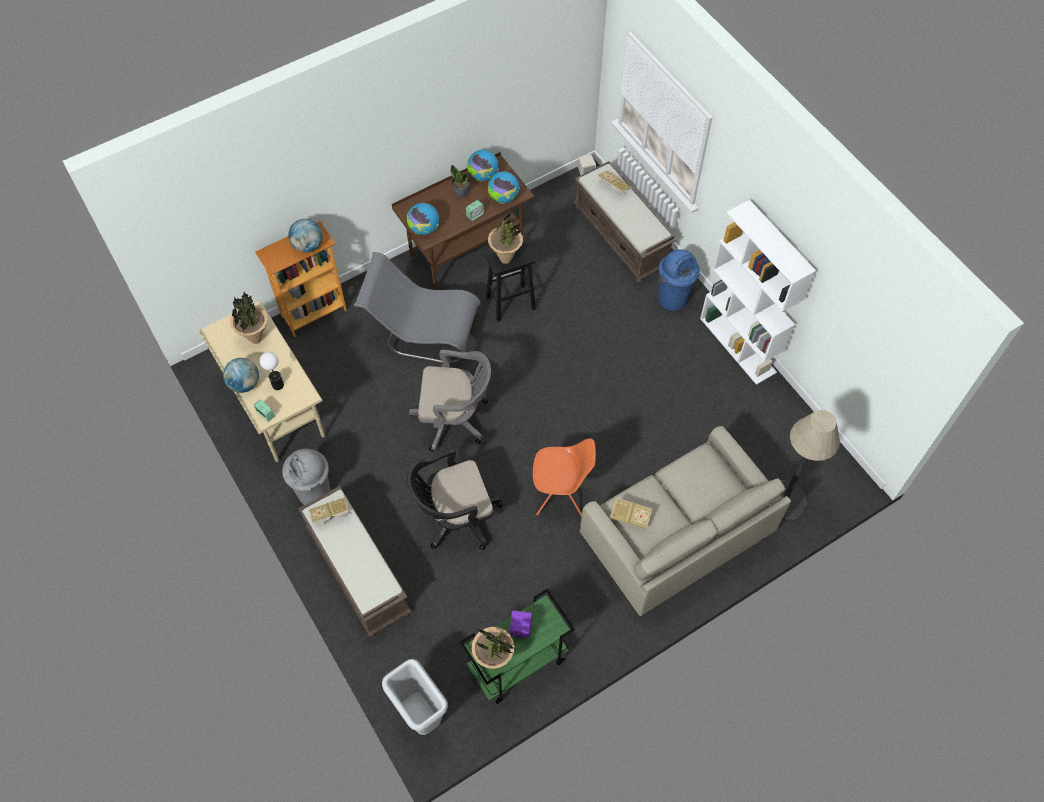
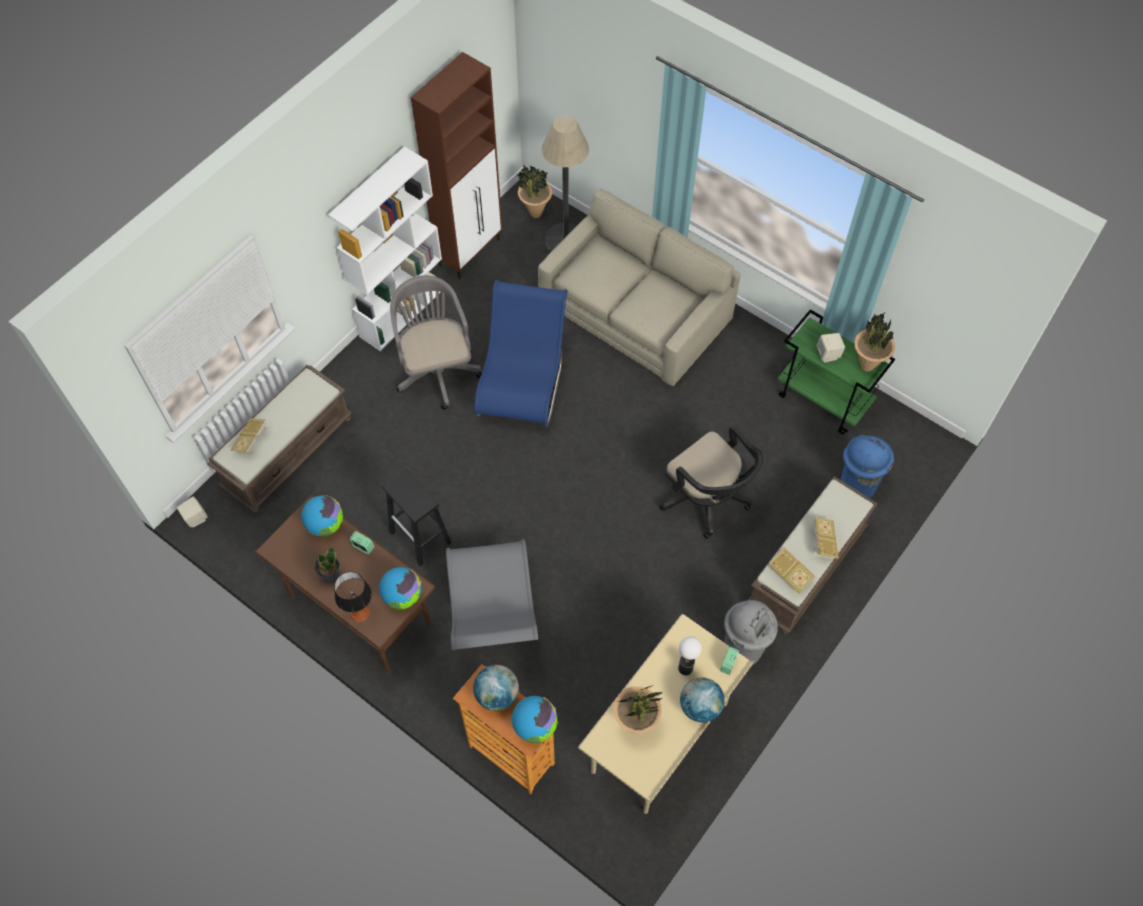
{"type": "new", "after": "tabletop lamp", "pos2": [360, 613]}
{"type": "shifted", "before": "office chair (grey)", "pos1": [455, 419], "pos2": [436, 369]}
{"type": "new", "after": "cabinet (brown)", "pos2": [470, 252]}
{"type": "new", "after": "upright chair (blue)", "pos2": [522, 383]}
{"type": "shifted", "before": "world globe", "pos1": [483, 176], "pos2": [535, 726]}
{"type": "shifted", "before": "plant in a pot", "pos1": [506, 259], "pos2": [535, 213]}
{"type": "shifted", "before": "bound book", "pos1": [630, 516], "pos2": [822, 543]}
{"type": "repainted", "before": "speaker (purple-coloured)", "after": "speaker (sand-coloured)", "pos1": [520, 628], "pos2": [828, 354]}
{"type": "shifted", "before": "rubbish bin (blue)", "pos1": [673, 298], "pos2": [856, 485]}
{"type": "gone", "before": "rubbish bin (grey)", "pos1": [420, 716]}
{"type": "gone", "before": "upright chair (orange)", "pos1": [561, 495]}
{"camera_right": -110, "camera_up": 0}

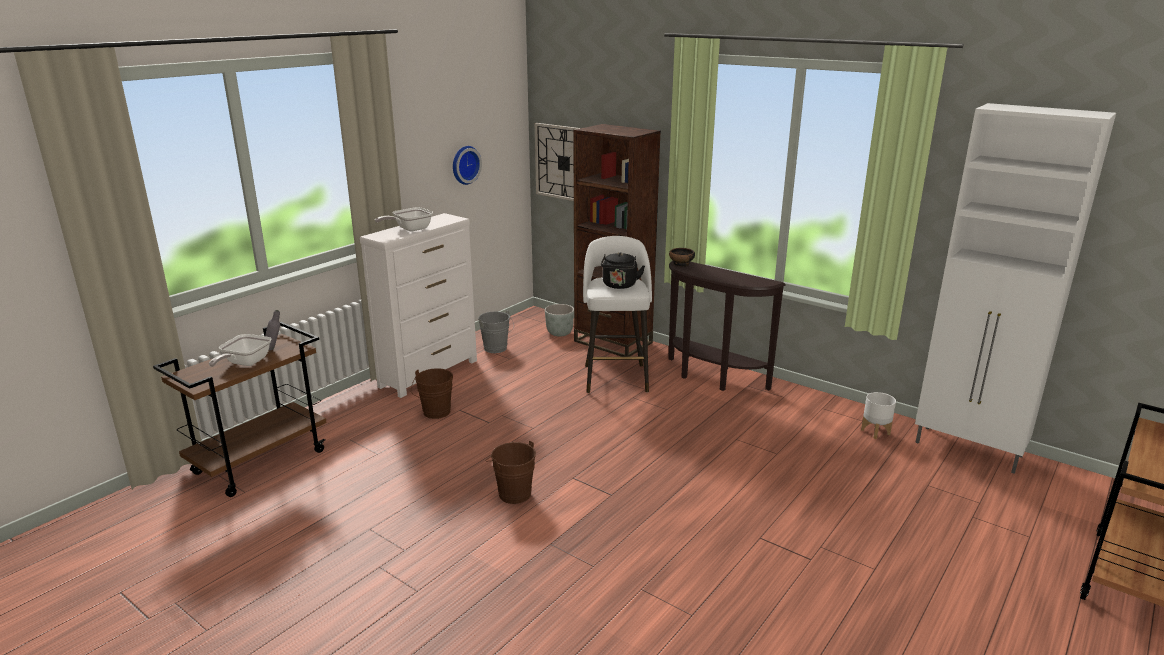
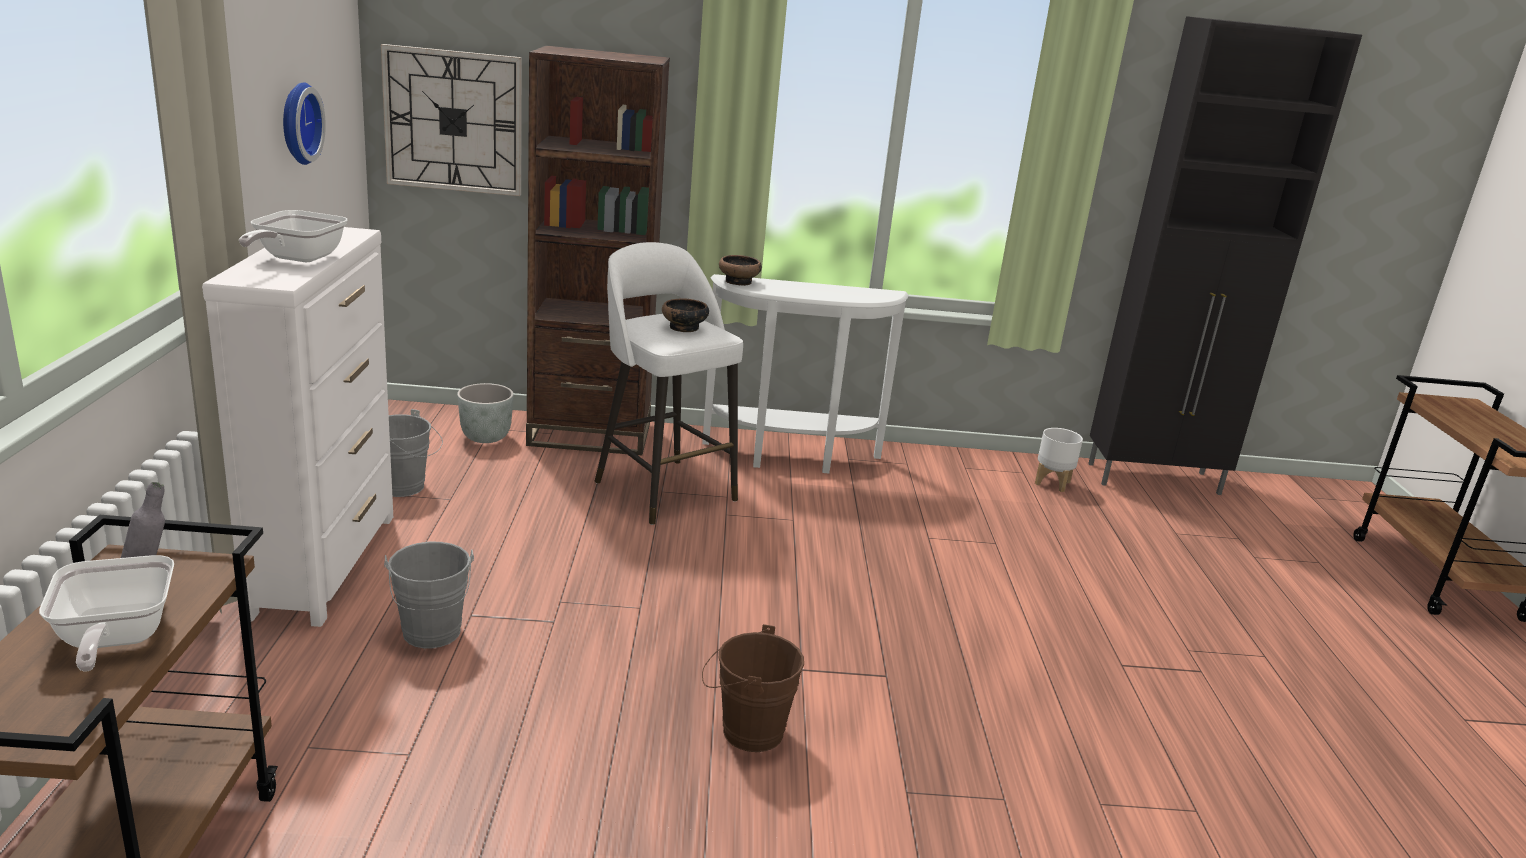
{"type": "repainted", "before": "water bucket (brown)", "after": "water bucket (grey)", "pos1": [435, 413], "pos2": [432, 636]}
{"type": "swapped", "before": "tea kettle (black-coloured)", "after": "serving bowl", "pos1": [619, 286], "pos2": [684, 328]}
{"type": "repainted", "before": "narrow table (brown)", "after": "narrow table (whitish)", "pos1": [711, 378], "pos2": [792, 459]}
{"type": "repainted", "before": "cabinet (whitish)", "after": "cabinet (black-coloured)", "pos1": [969, 450], "pos2": [1155, 479]}
{"camera_right": -40, "camera_up": 0}

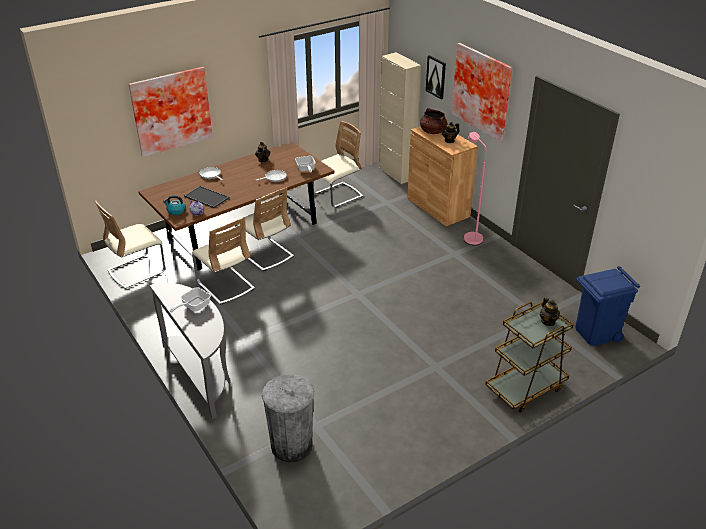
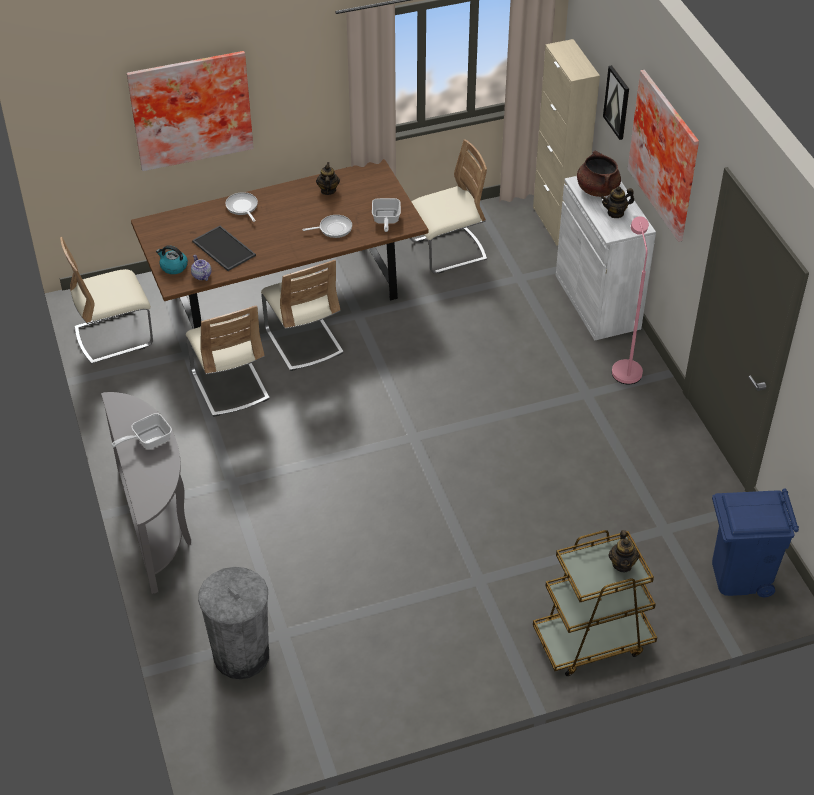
{"type": "repainted", "before": "cabinet (brown)", "after": "cabinet (whitish)", "pos1": [438, 207], "pos2": [597, 302]}
{"camera_right": 15, "camera_up": 10}

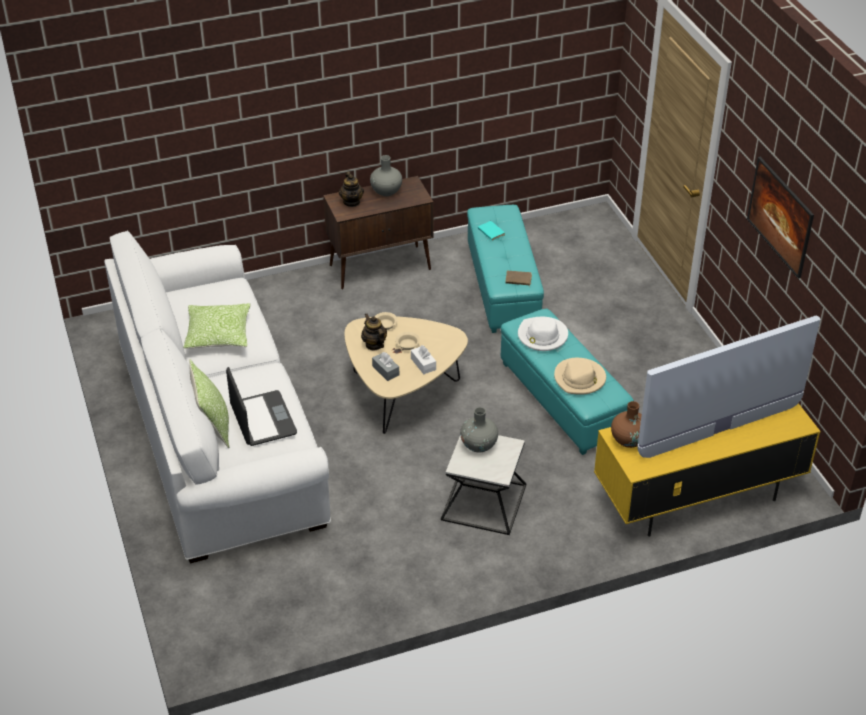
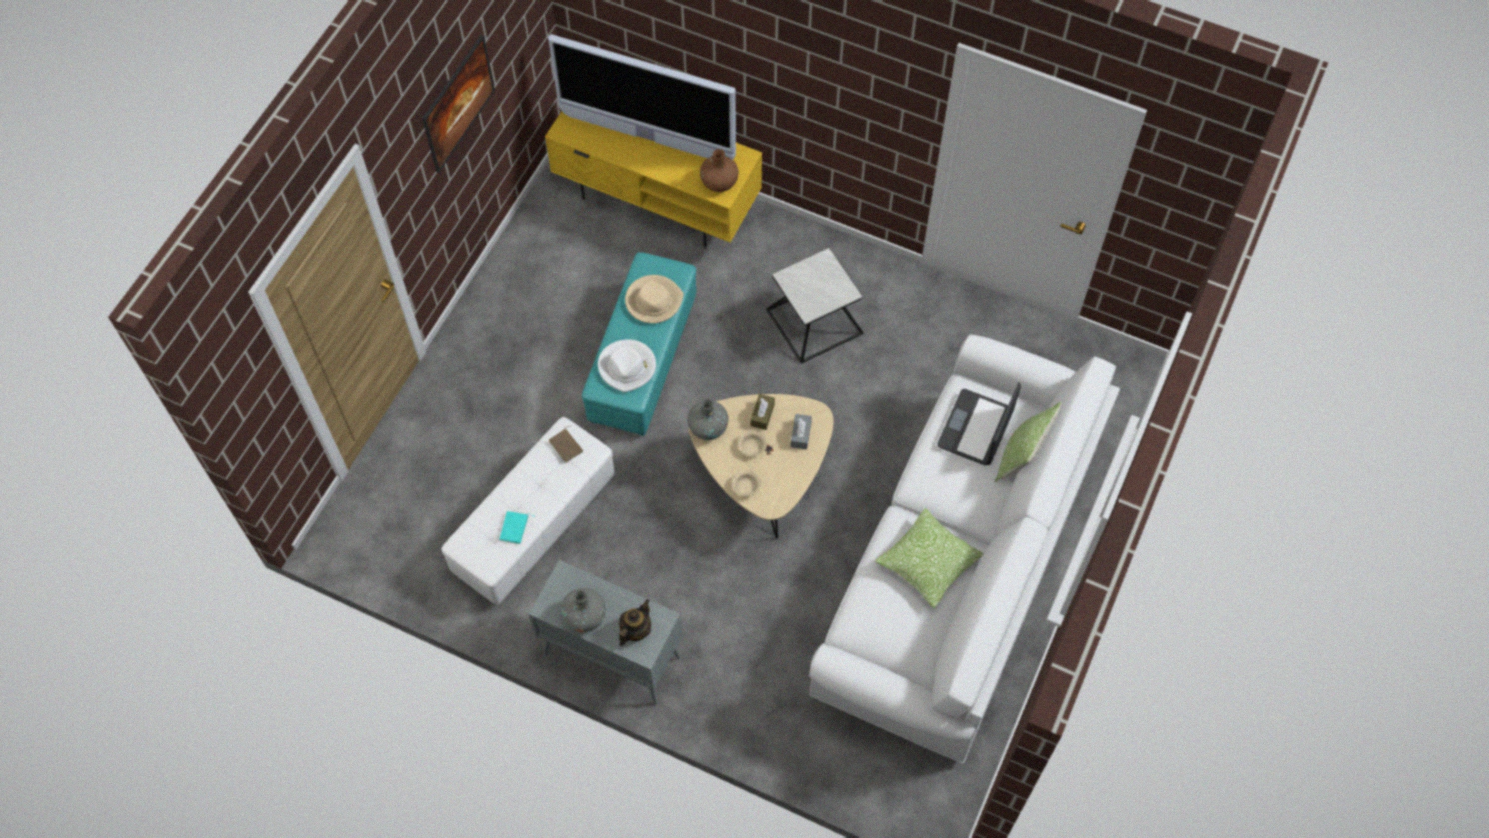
{"type": "repainted", "before": "ottoman (blue-green)", "after": "ottoman (whitish)", "pos1": [503, 287], "pos2": [534, 523]}
{"type": "repainted", "before": "cabinet (brown)", "after": "cabinet (grey)", "pos1": [381, 267], "pos2": [611, 655]}
{"type": "shifted", "before": "flower vase (grey)", "pos1": [479, 445], "pos2": [708, 428]}
{"type": "repainted", "before": "tissue holder (whitish)", "after": "tissue holder (brown)", "pos1": [423, 364], "pos2": [762, 415]}
{"type": "gone", "before": "tea pot", "pos1": [374, 344]}
{"camera_right": -135, "camera_up": 20}

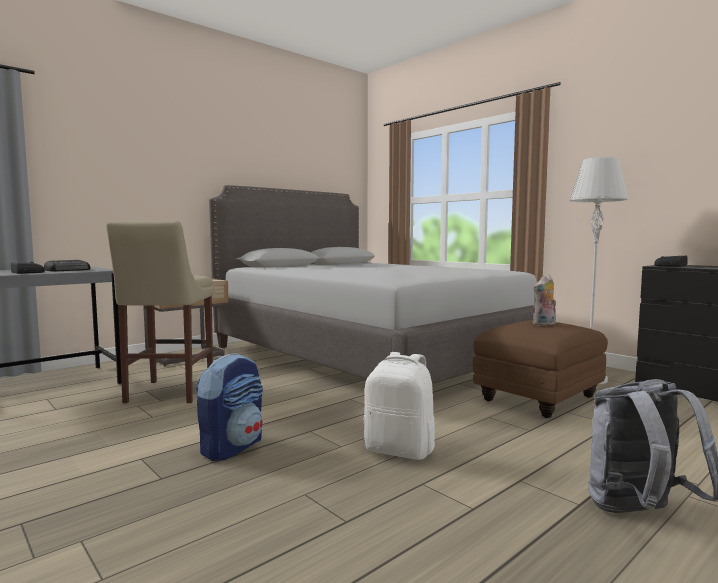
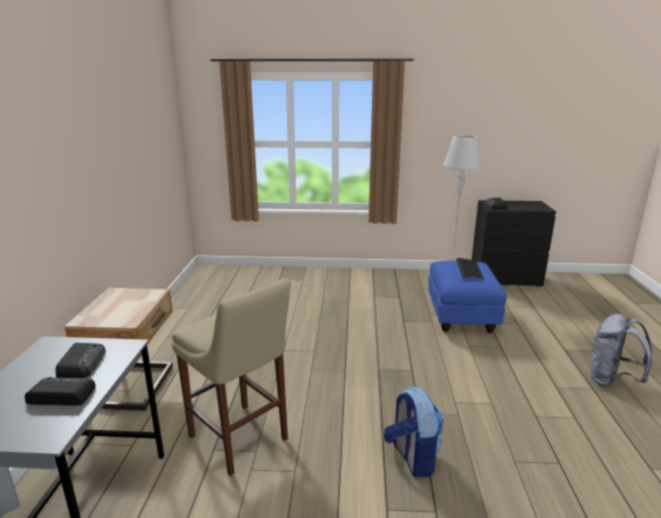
{"type": "repainted", "before": "ottoman (brown)", "after": "ottoman (blue)", "pos1": [539, 398], "pos2": [461, 316]}
{"type": "swapped", "before": "plush toy", "after": "PC keyboard", "pos1": [544, 324], "pos2": [468, 269]}
{"type": "gone", "before": "bed (grey)", "pos1": [370, 354]}
{"type": "gone", "before": "knapsack (whitish)", "pos1": [400, 450]}
{"camera_right": -45, "camera_up": 15}

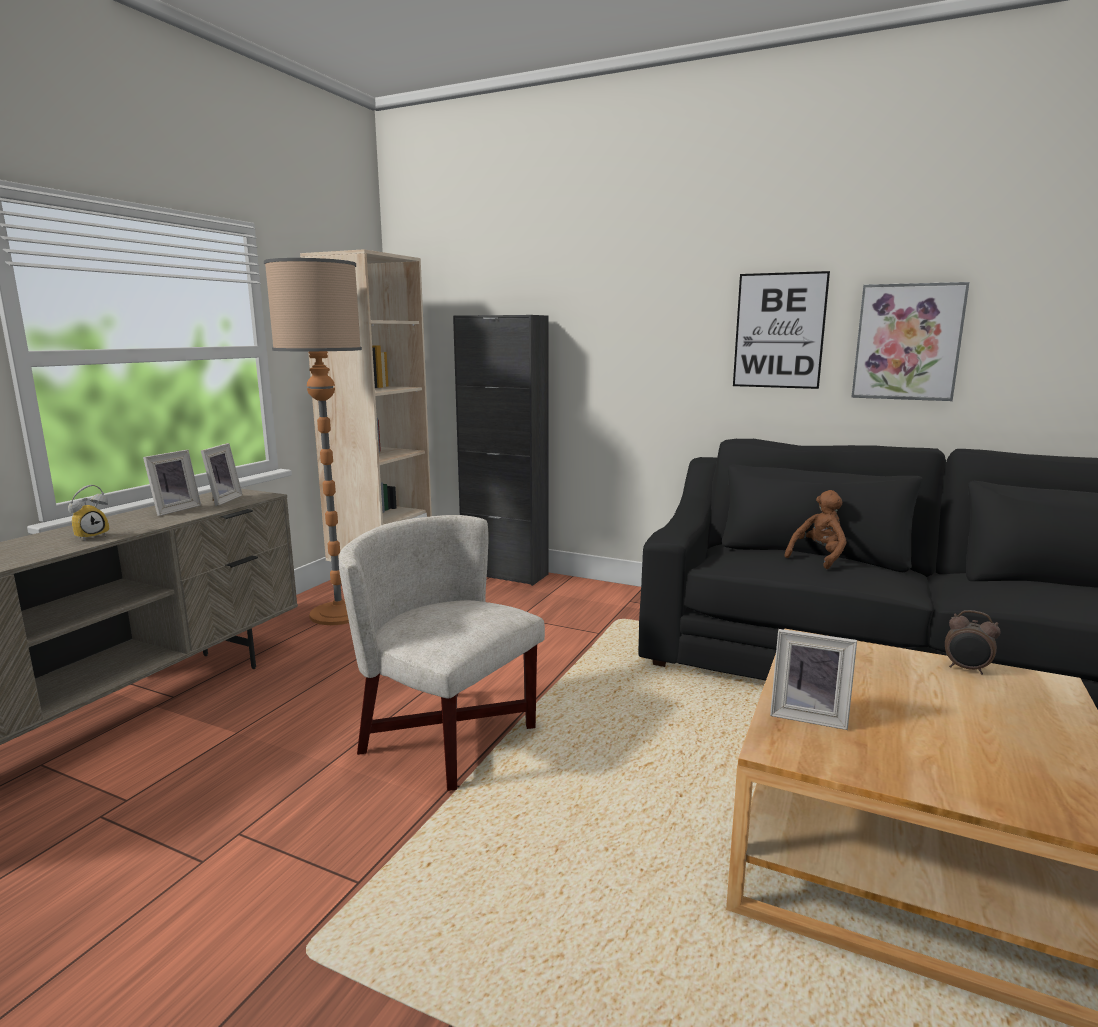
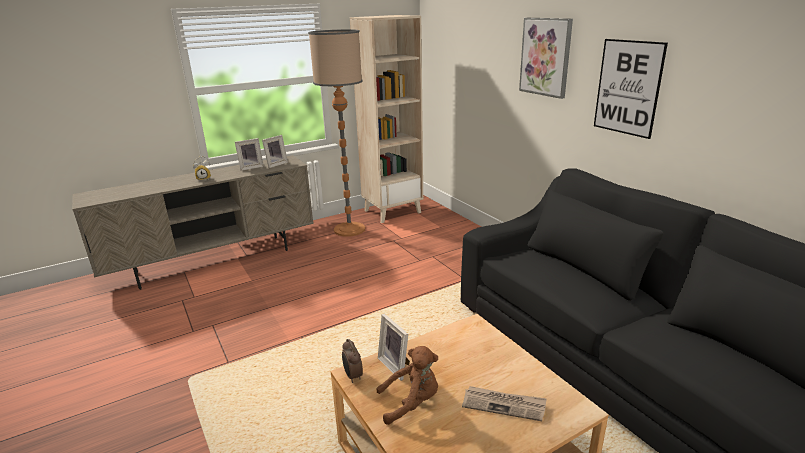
{"type": "shifted", "before": "table clock", "pos1": [966, 669], "pos2": [352, 376]}
{"type": "shifted", "before": "plush toy (brown)", "pos1": [817, 557], "pos2": [411, 403]}
{"type": "new", "after": "printed paper", "pos2": [504, 405]}
{"type": "shifted", "before": "wall picture", "pos1": [907, 342], "pos2": [545, 57]}
{"type": "gone", "before": "lounge chair (whitish)", "pos1": [449, 737]}
{"type": "gone", "before": "cabinet (black-coloured)", "pos1": [505, 574]}
{"camera_right": 35, "camera_up": 10}

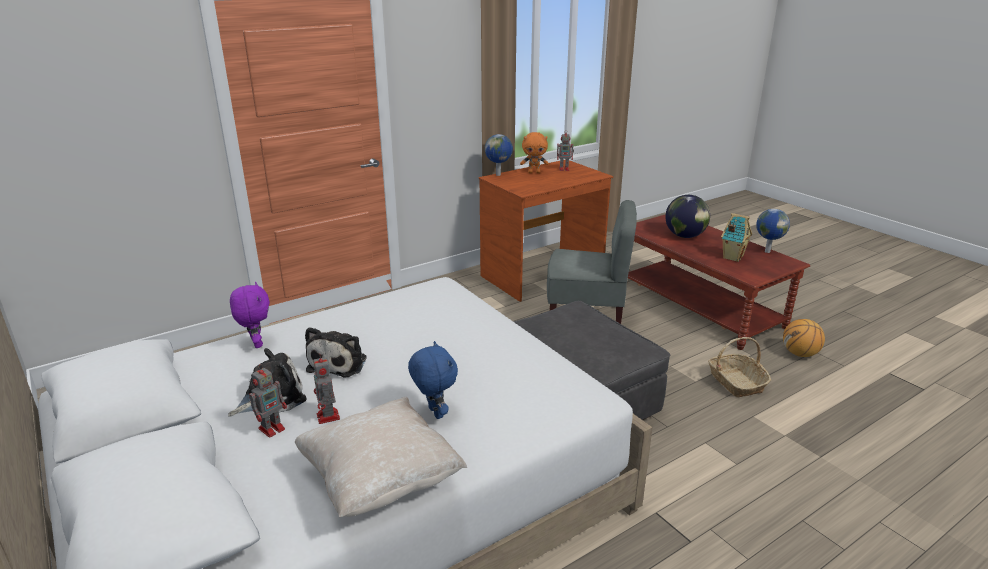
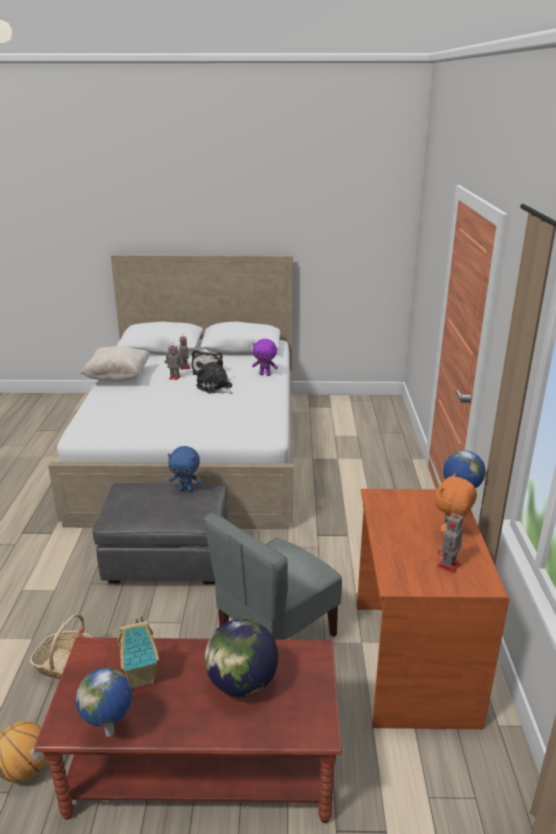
{"type": "shifted", "before": "plush toy (blue)", "pos1": [434, 413], "pos2": [186, 490]}
{"camera_right": 125, "camera_up": 0}

